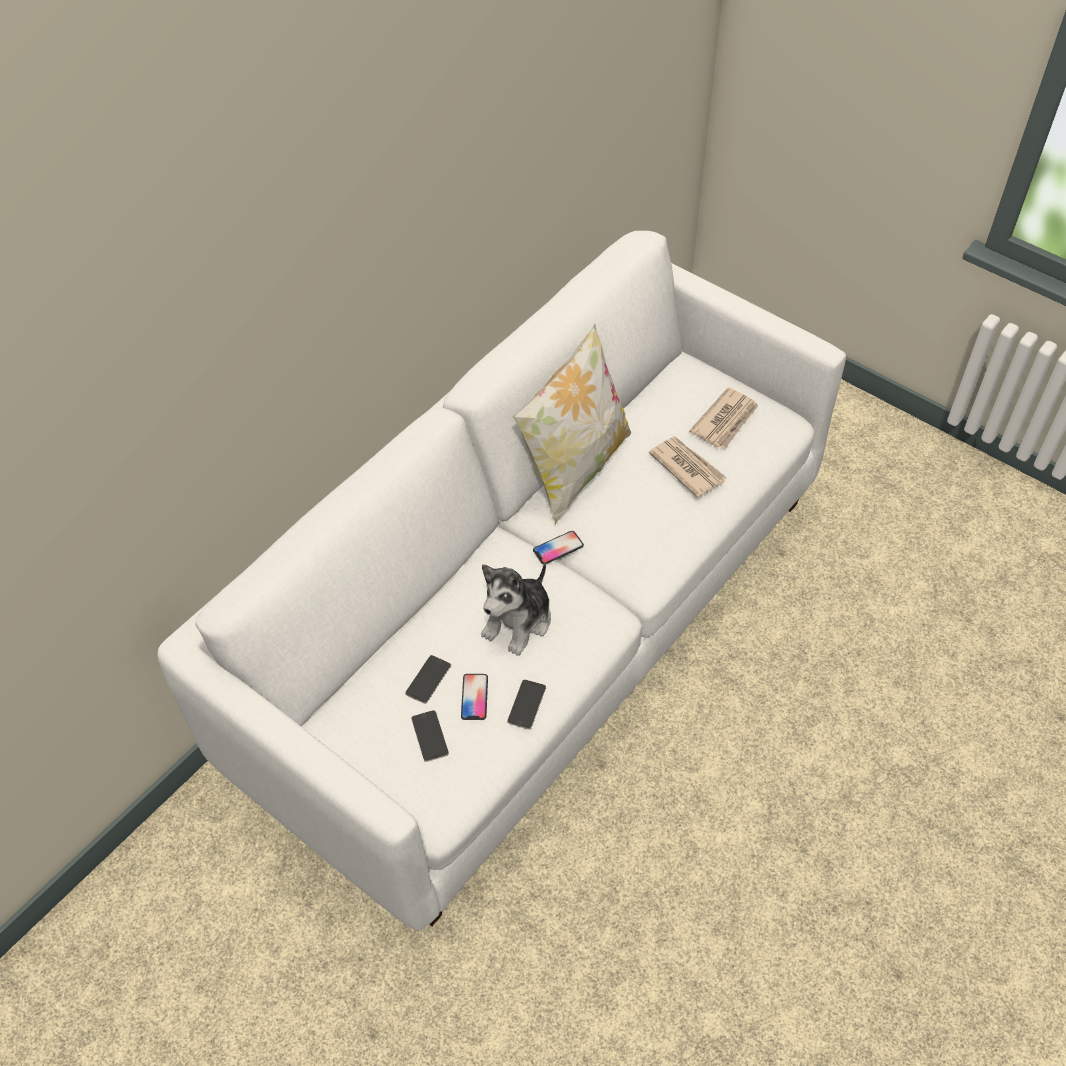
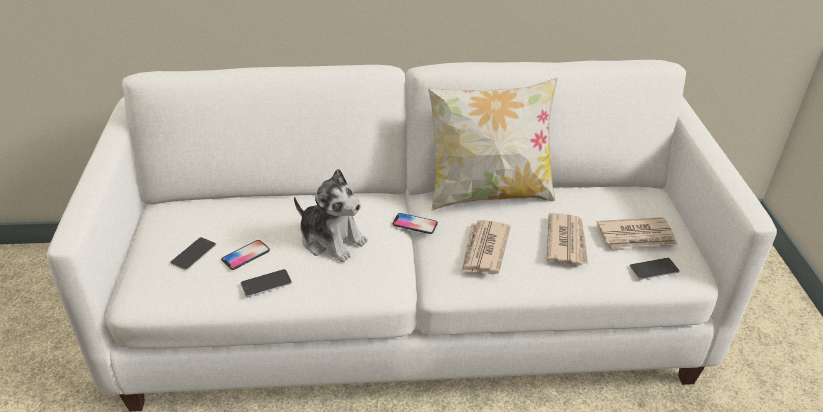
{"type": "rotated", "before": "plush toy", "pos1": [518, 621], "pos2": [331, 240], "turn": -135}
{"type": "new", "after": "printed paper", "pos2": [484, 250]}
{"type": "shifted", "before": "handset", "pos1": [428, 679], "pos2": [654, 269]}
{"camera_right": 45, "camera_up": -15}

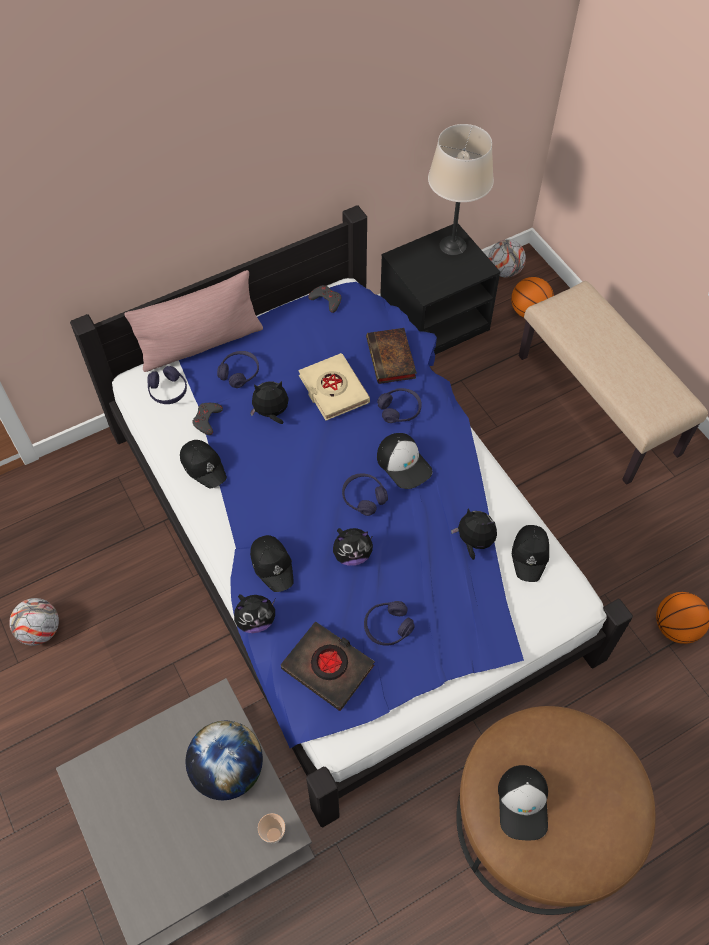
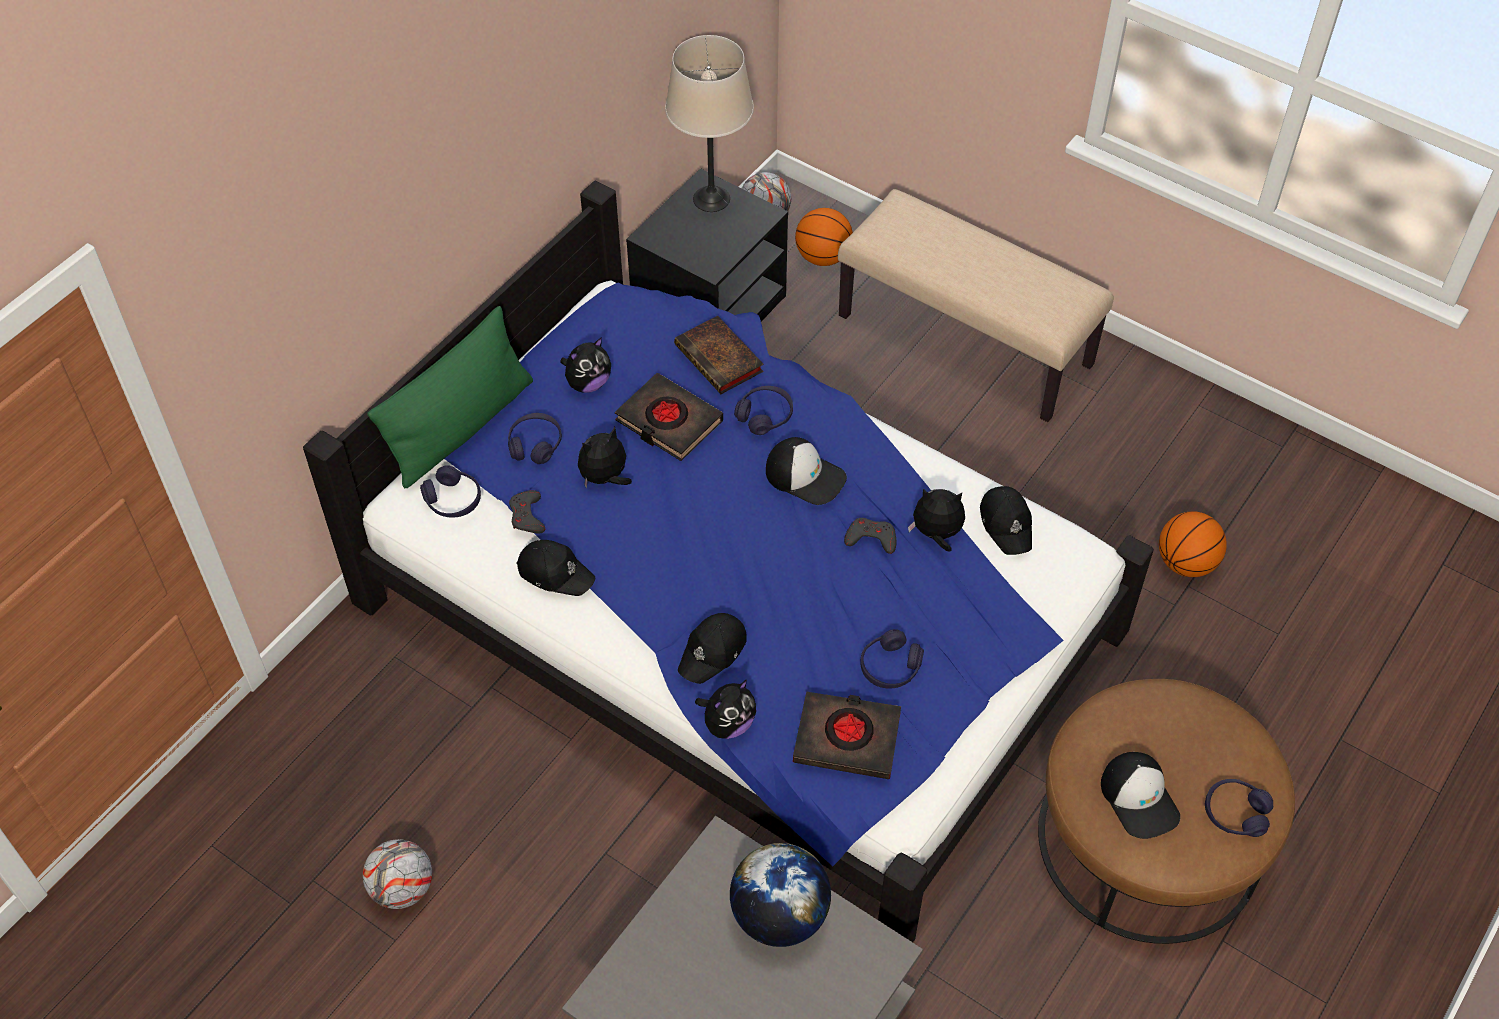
{"type": "repainted", "before": "cushion (pink)", "after": "cushion (green)", "pos1": [201, 344], "pos2": [461, 427]}
{"type": "shifted", "before": "plush toy", "pos1": [352, 554], "pos2": [588, 383]}
{"type": "repainted", "before": "bound book (sand-coloured)", "after": "bound book (black-coloured)", "pos1": [333, 390], "pos2": [668, 422]}
{"type": "rotated", "before": "baseball cap (black-coloured)", "pos1": [273, 564], "pos2": [713, 652], "turn": 90}
{"type": "shifted", "before": "joypad (grey)", "pos1": [326, 300], "pos2": [871, 538]}
{"type": "shifted", "before": "headphones (purple-coloured)", "pos1": [363, 497], "pos2": [1235, 813]}
{"type": "gone", "before": "drinking cup", "pos1": [273, 835]}
{"camera_right": -25, "camera_up": -5}

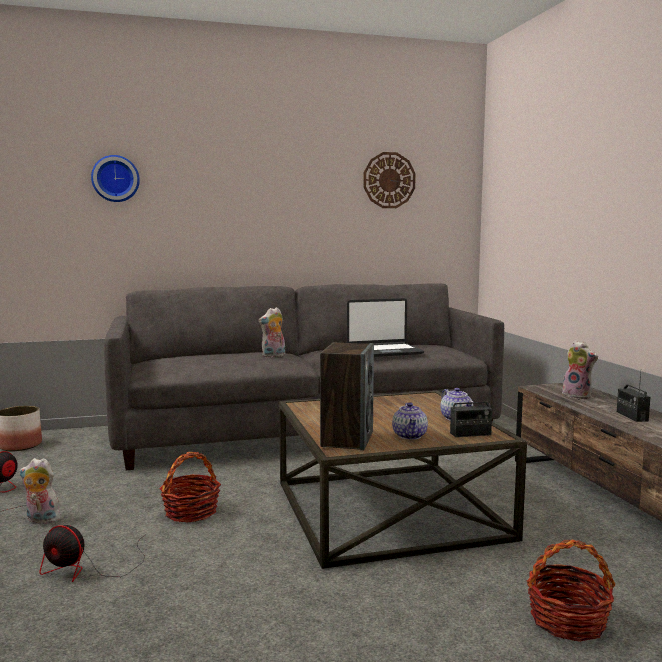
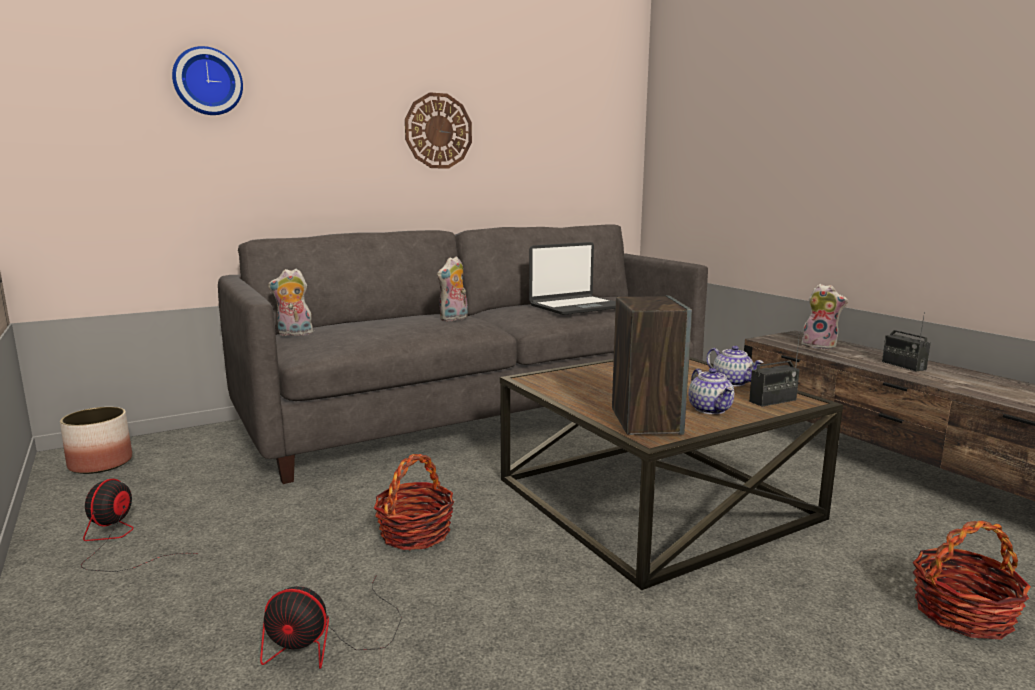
{"type": "shifted", "before": "plush toy", "pos1": [41, 520], "pos2": [294, 334]}
{"type": "shifted", "before": "wall clock", "pos1": [389, 180], "pos2": [438, 131]}
{"camera_right": -15, "camera_up": 5}

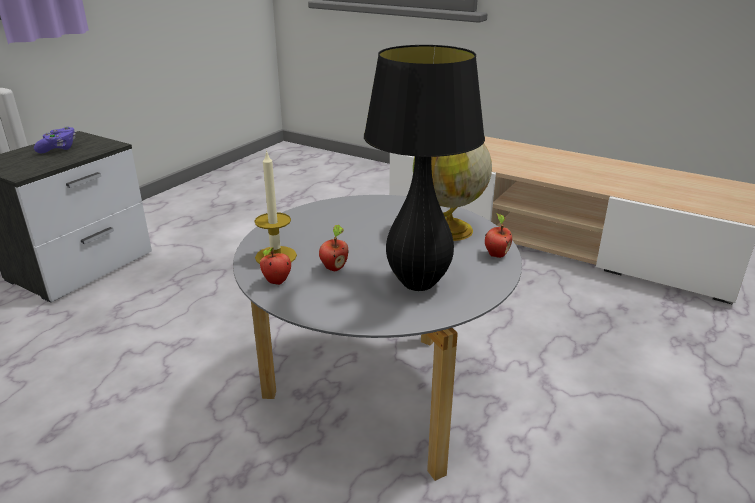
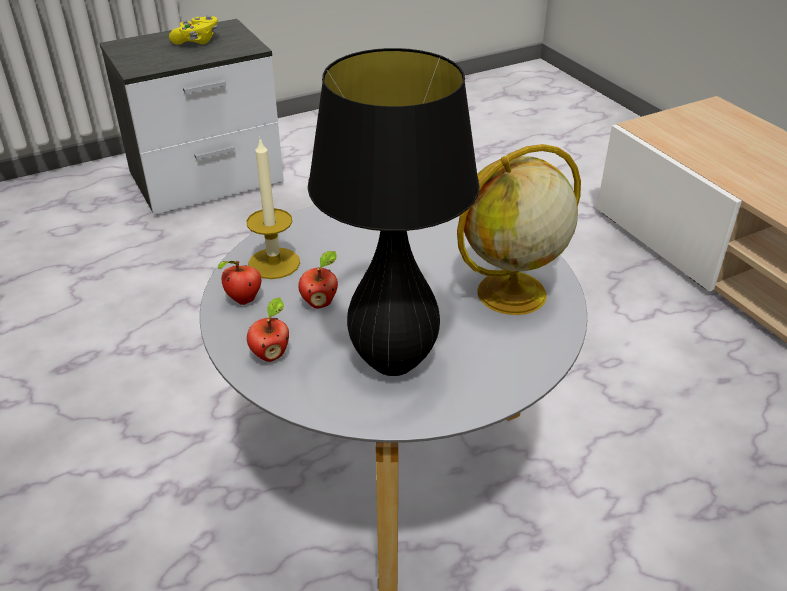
{"type": "repainted", "before": "joypad (purple-coloured)", "after": "joypad (yellowish)", "pos1": [59, 149], "pos2": [197, 41]}
{"type": "shifted", "before": "whole apple", "pos1": [496, 254], "pos2": [271, 354]}
{"camera_right": 30, "camera_up": 10}

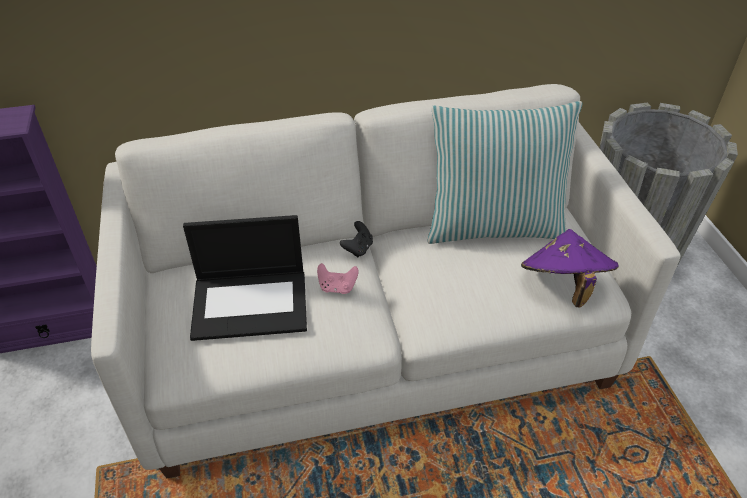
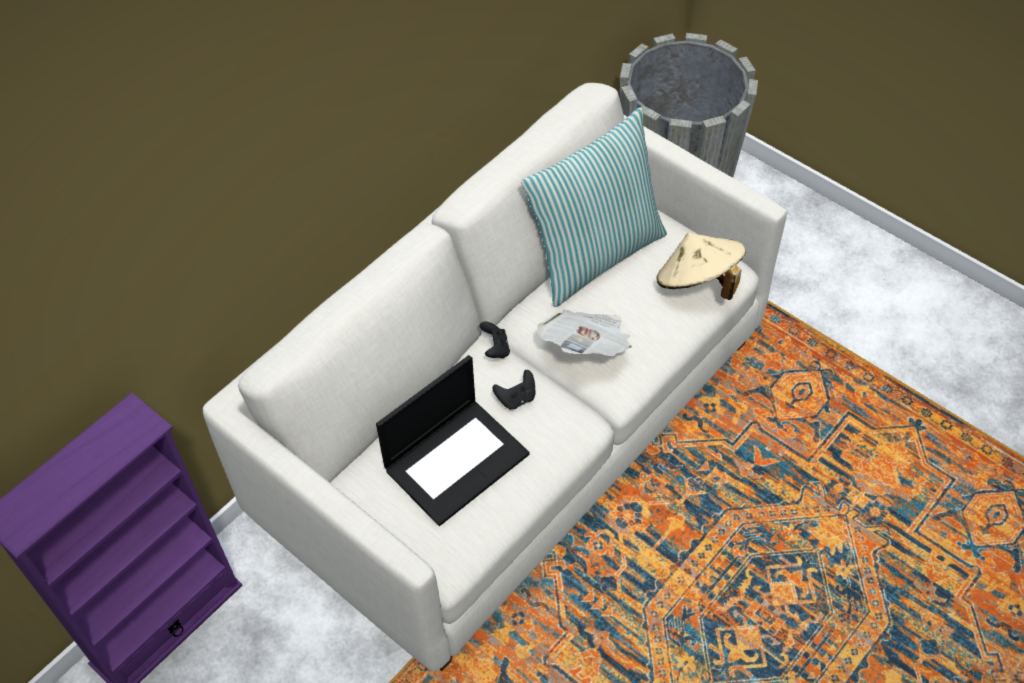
{"type": "repainted", "before": "joypad (pink)", "after": "joypad (black-coloured)", "pos1": [337, 287], "pos2": [516, 398]}
{"type": "new", "after": "printed paper", "pos2": [587, 347]}
{"type": "repainted", "before": "clothing hat (purple-coloured)", "after": "clothing hat (sand-coloured)", "pos1": [563, 285], "pos2": [697, 283]}
{"camera_right": -35, "camera_up": 10}

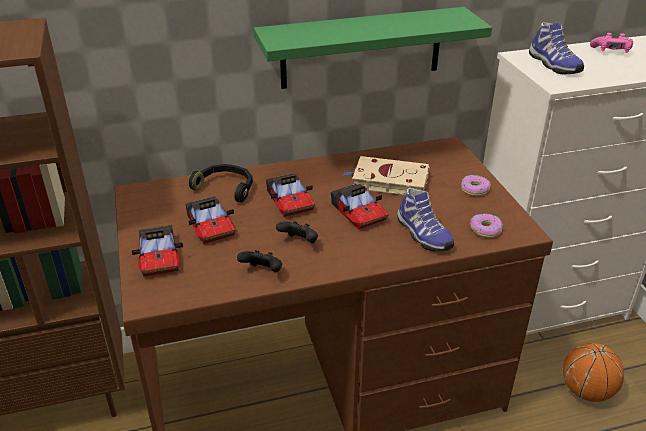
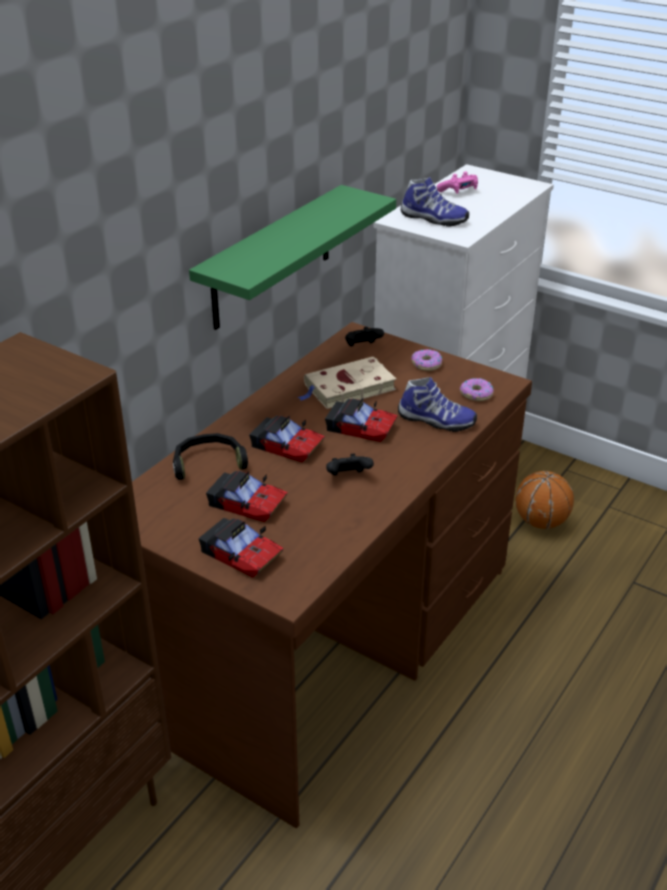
{"type": "shifted", "before": "joypad (black-coloured)", "pos1": [263, 272], "pos2": [362, 347]}
{"camera_right": -40, "camera_up": 0}

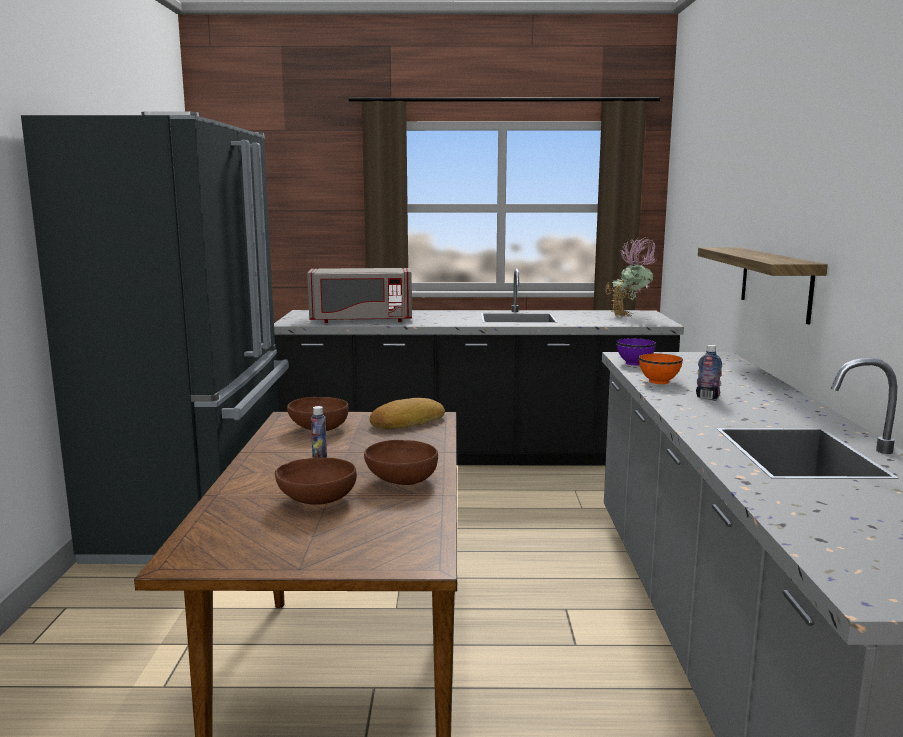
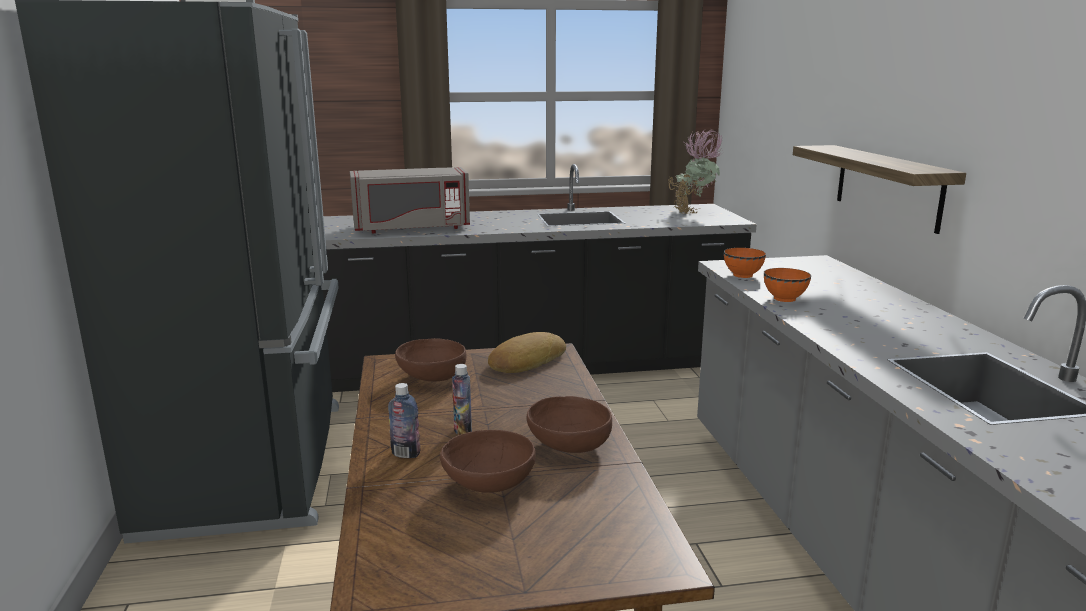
{"type": "shifted", "before": "beverage bottle", "pos1": [707, 397], "pos2": [405, 454]}
{"type": "repainted", "before": "serving bowl (purple-coloured)", "after": "serving bowl (orange)", "pos1": [634, 363], "pos2": [742, 275]}
{"camera_right": -10, "camera_up": 5}

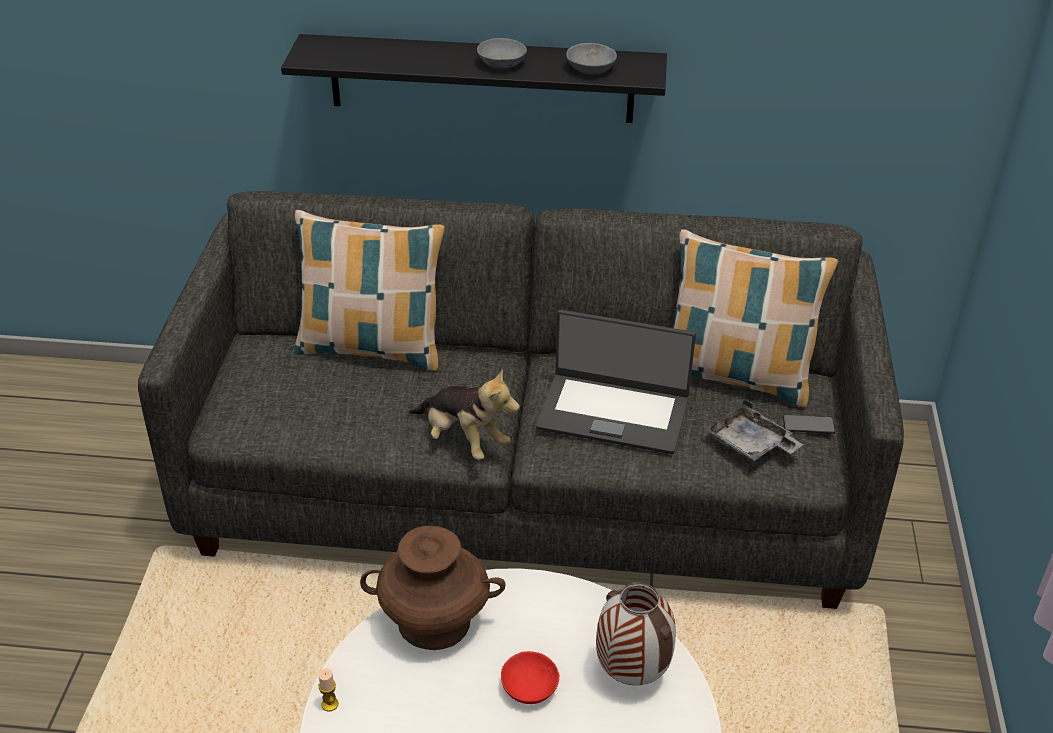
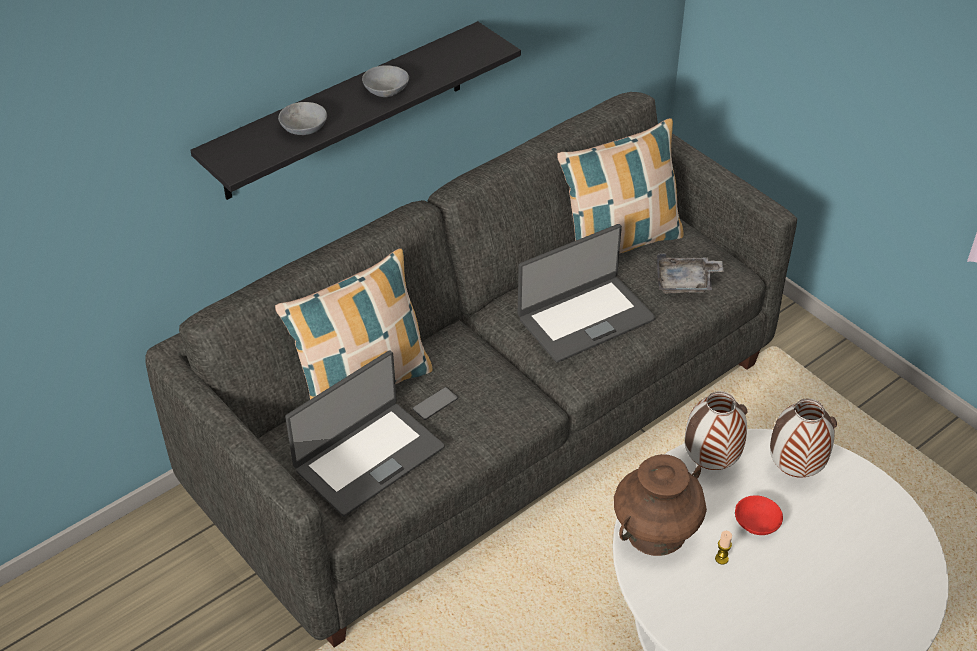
{"type": "shifted", "before": "serving bowl (grey)", "pos1": [589, 69], "pos2": [303, 129]}
{"type": "new", "after": "laptop", "pos2": [368, 457]}
{"type": "shifted", "before": "handset", "pos1": [808, 425], "pos2": [435, 404]}
{"type": "new", "after": "flower vase", "pos2": [710, 464]}
{"type": "shifted", "before": "candle", "pos1": [330, 704], "pos2": [721, 559]}
{"type": "gone", "before": "plush toy", "pos1": [463, 440]}
{"camera_right": -45, "camera_up": 5}

